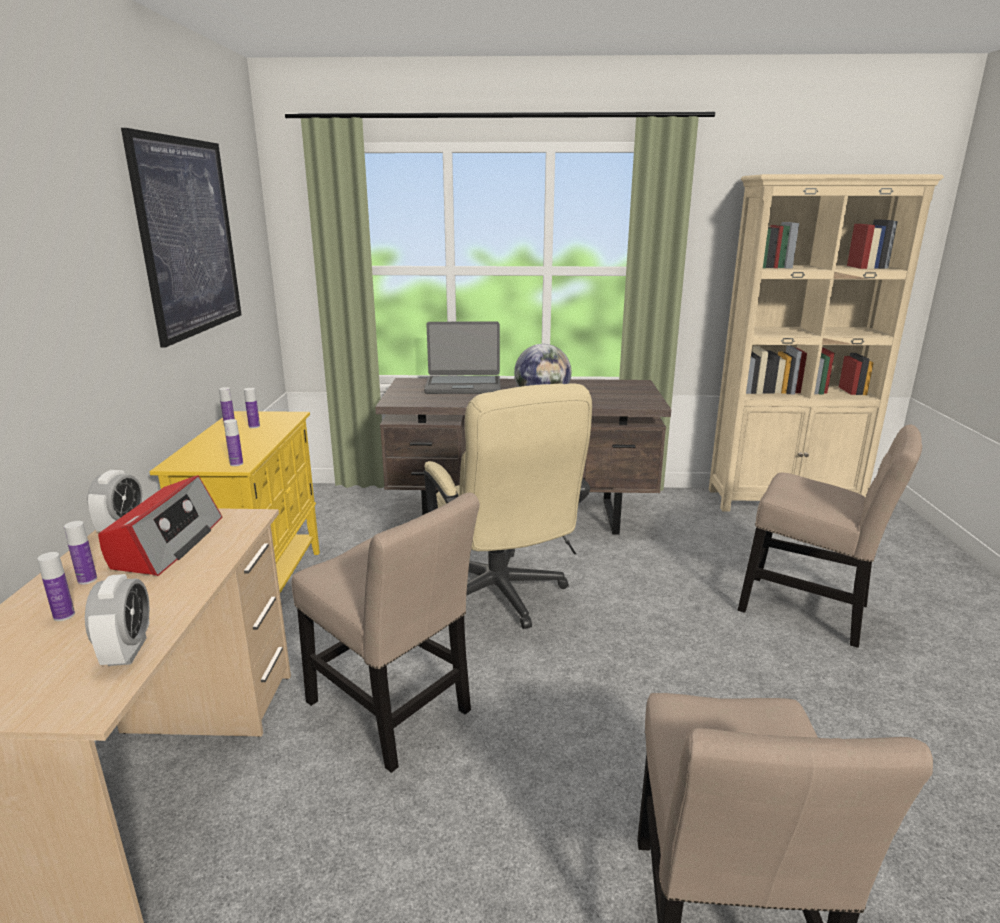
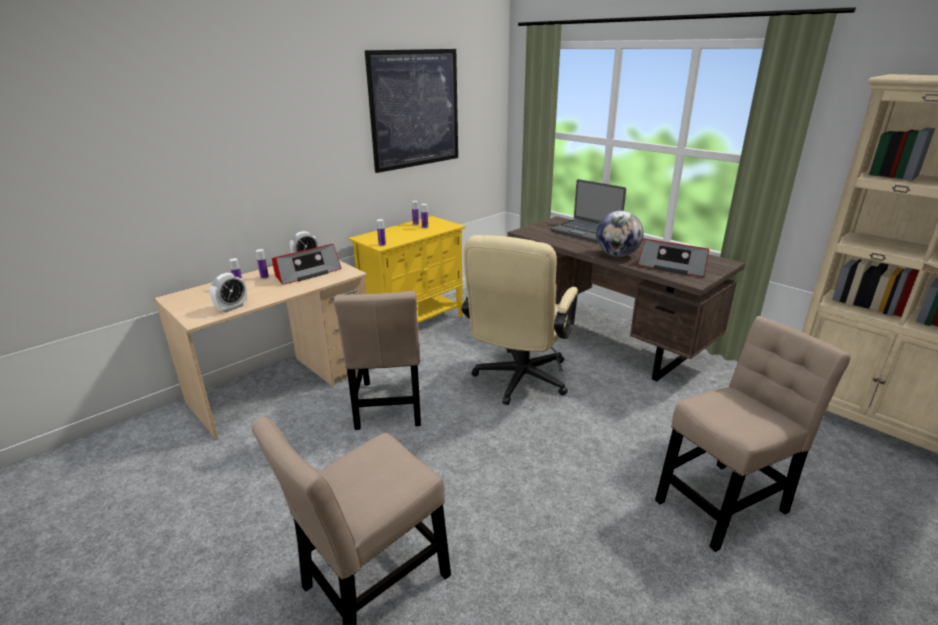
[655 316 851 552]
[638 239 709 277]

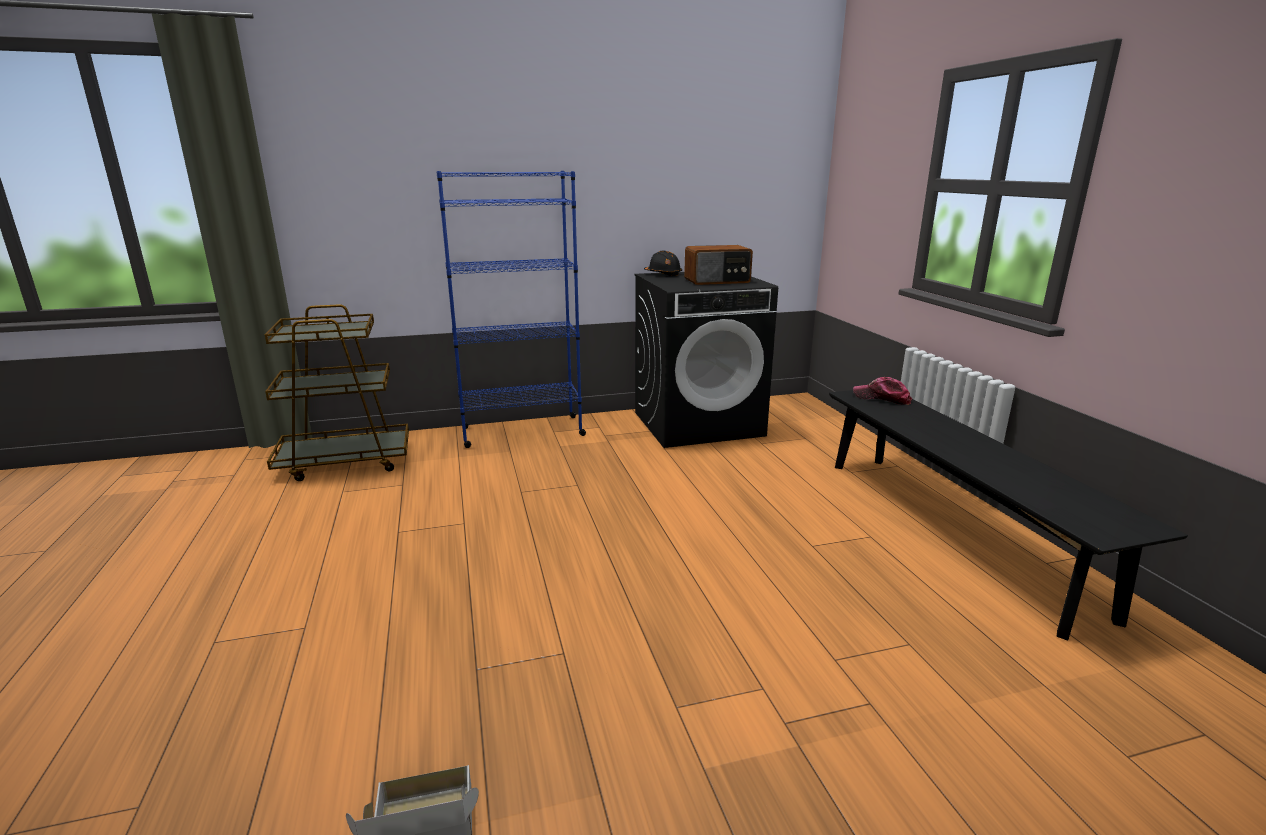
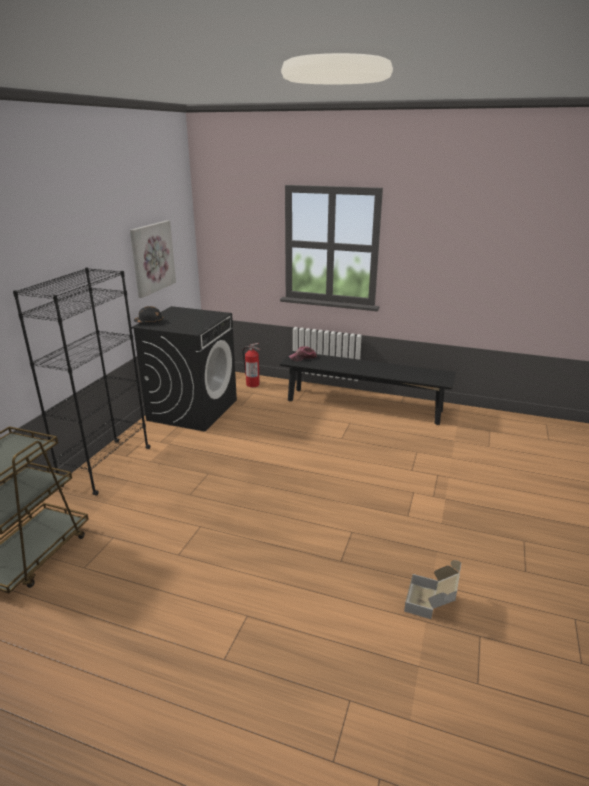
[13 267 151 496]
[684 245 753 285] (first image)
[130 220 176 298]
[242 343 260 387]

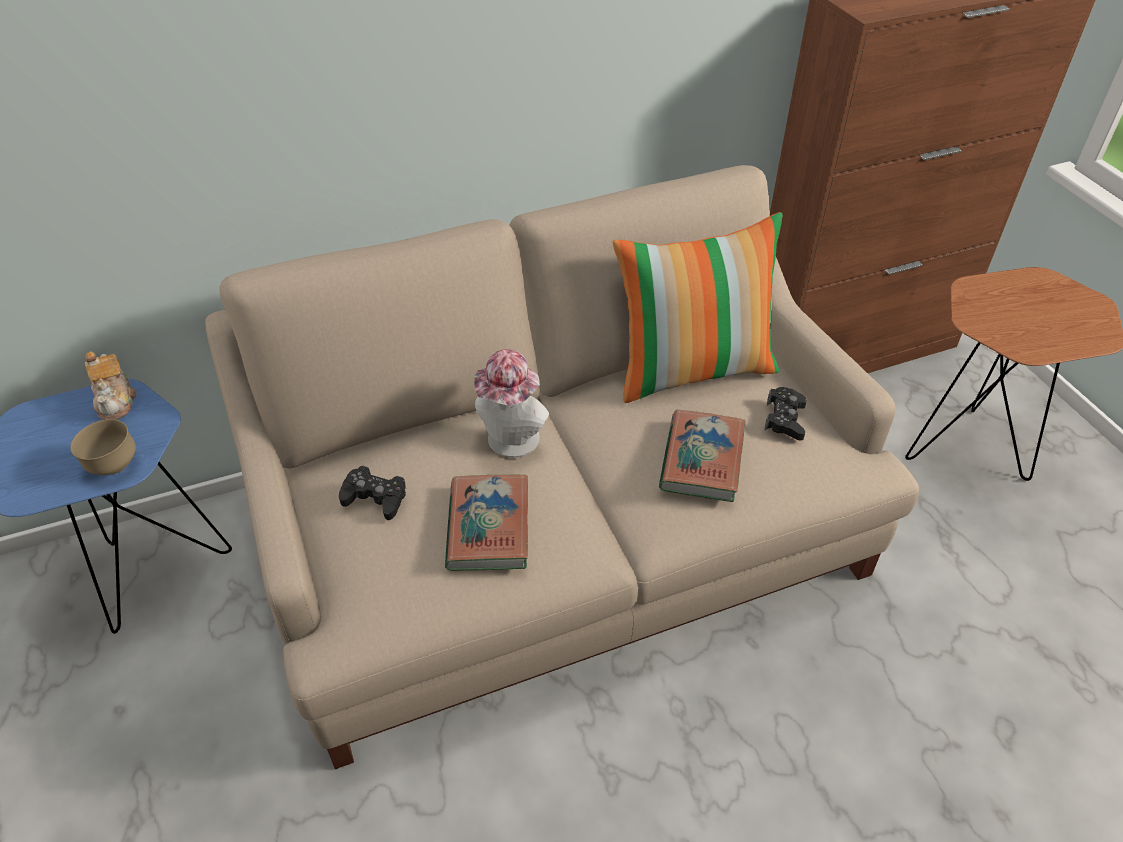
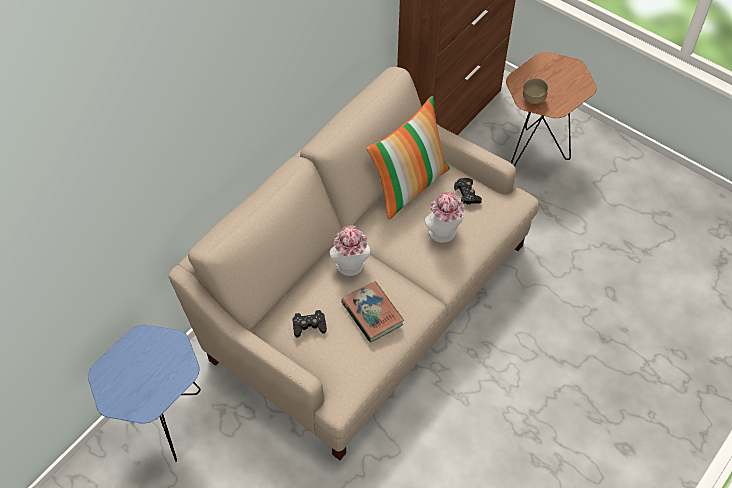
[85 351 136 420] (first image)
[424 192 464 243]
[523 78 548 104]

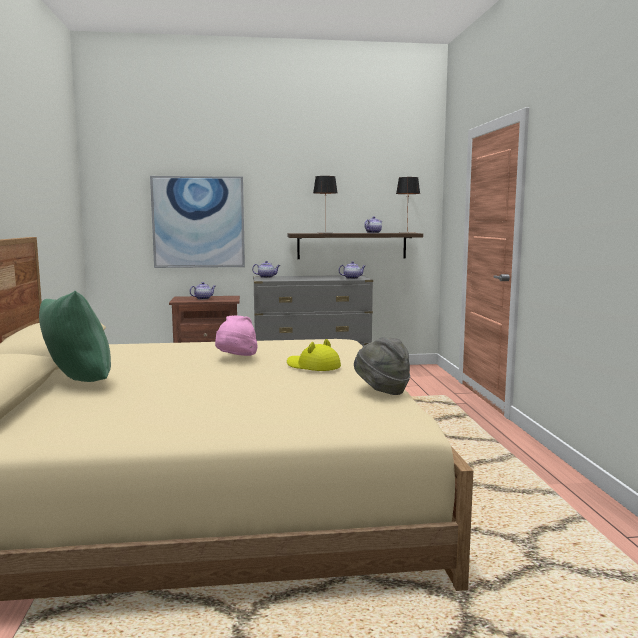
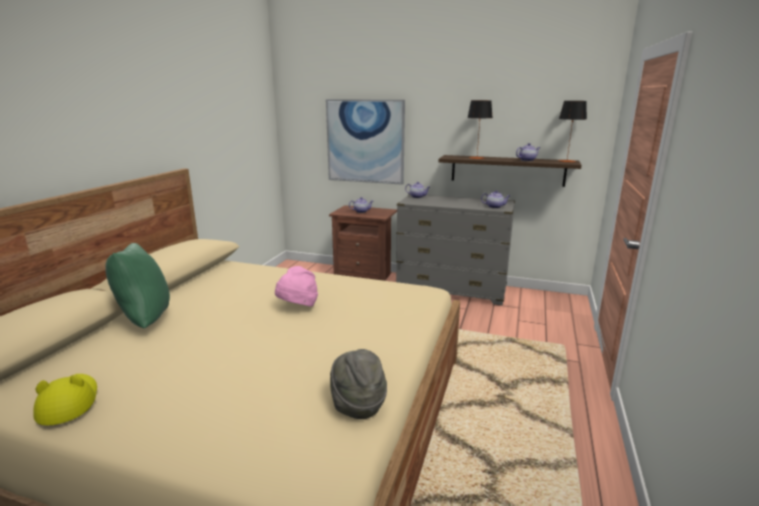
[33 374 97 425]

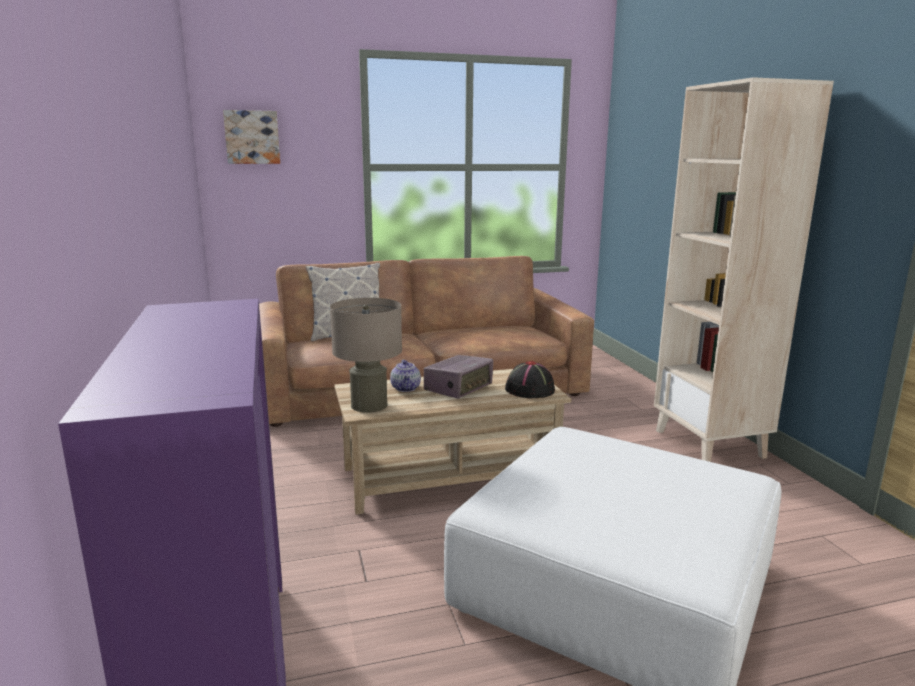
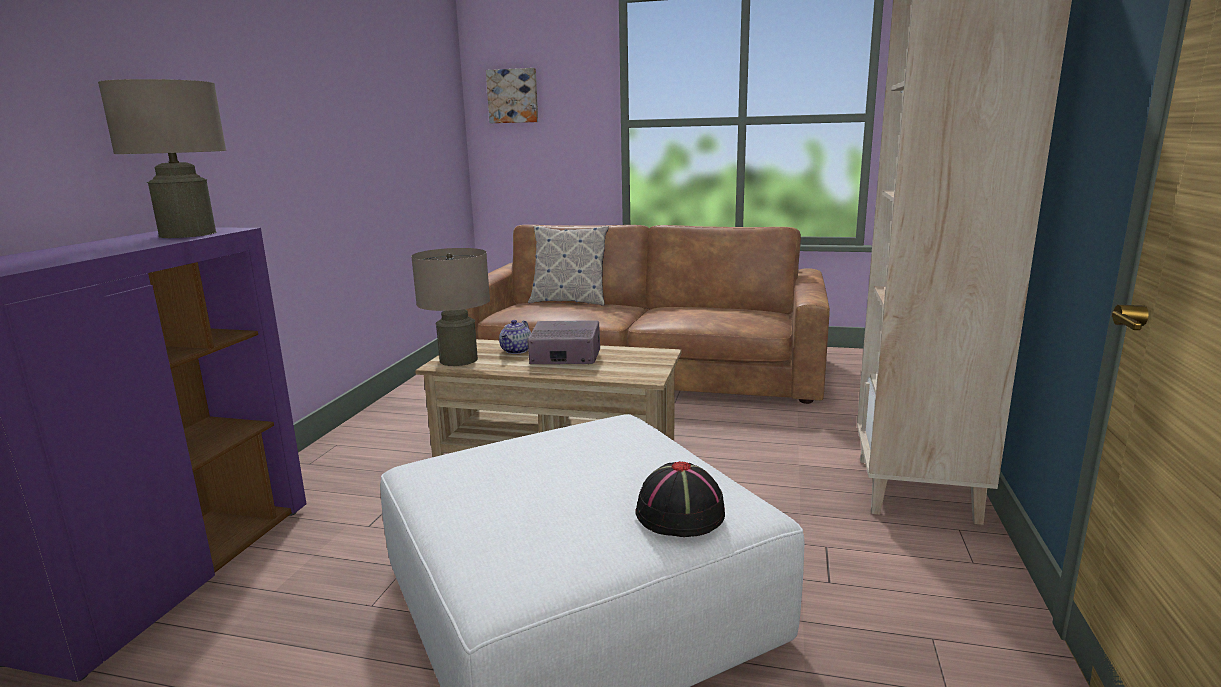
[528 320 600 364]
[635 461 725 537]
[98 79 226 238]

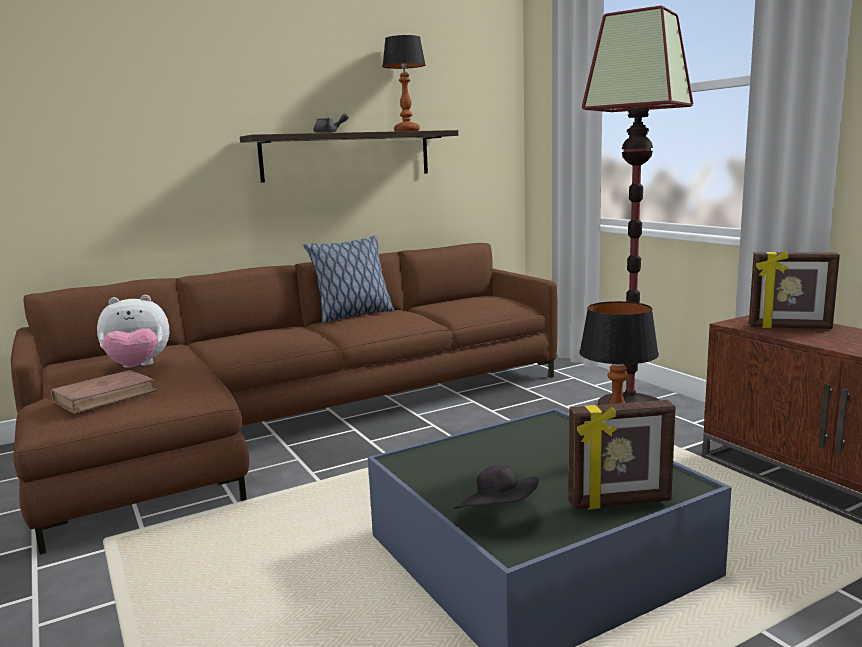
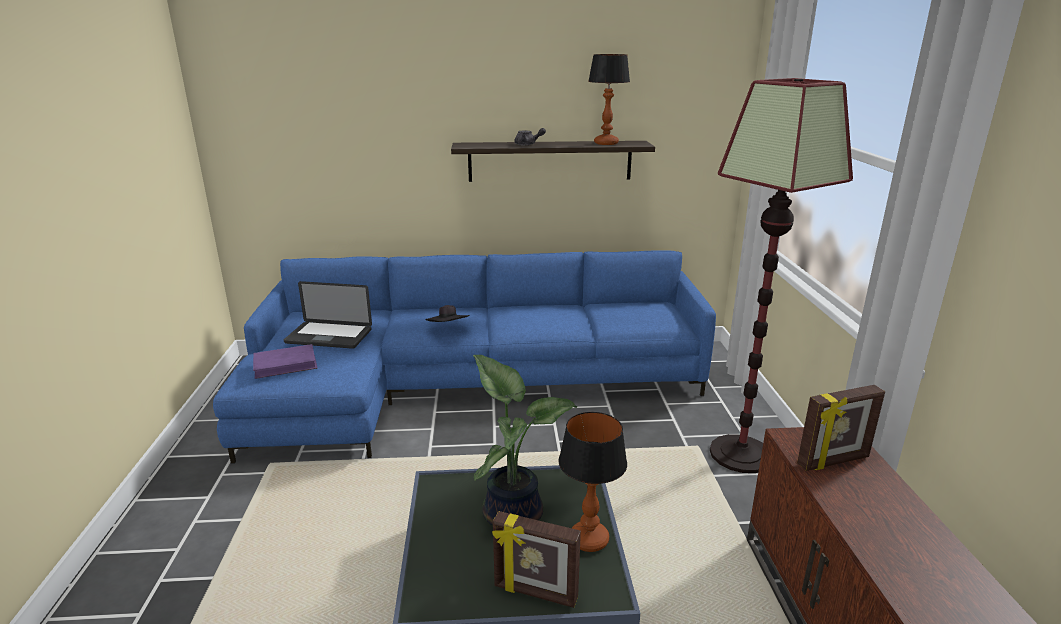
[303 235 394 324] (first image)
[213 250 716 464]
[797 385 885 471]
[284 281 372 349]
[253 344 318 379]
[426 305 470 322]
[473 355 578 526]

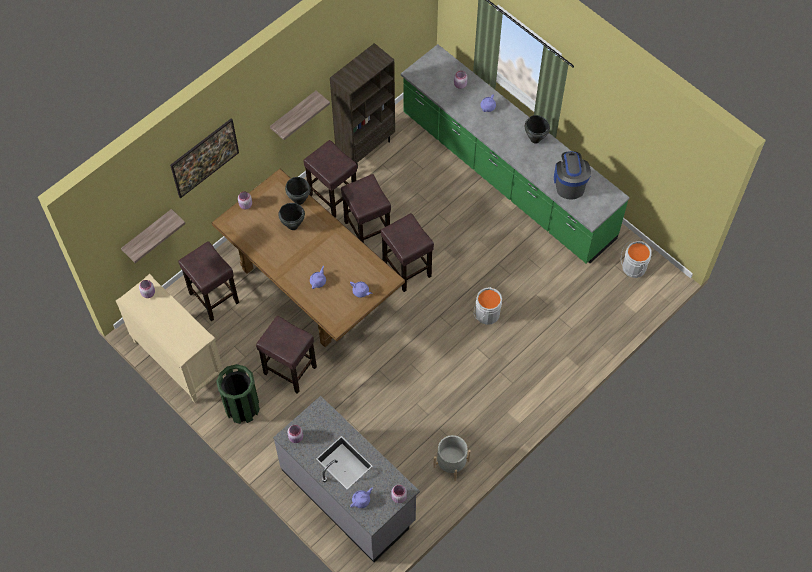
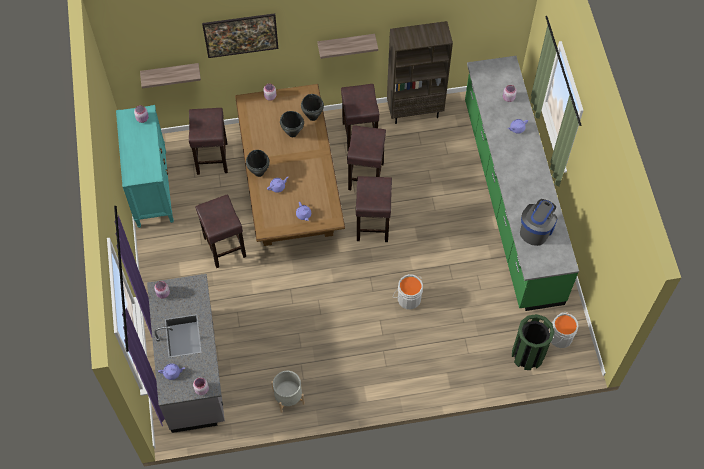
[246 150 270 177]
[116 105 174 228]
[512 314 555 370]

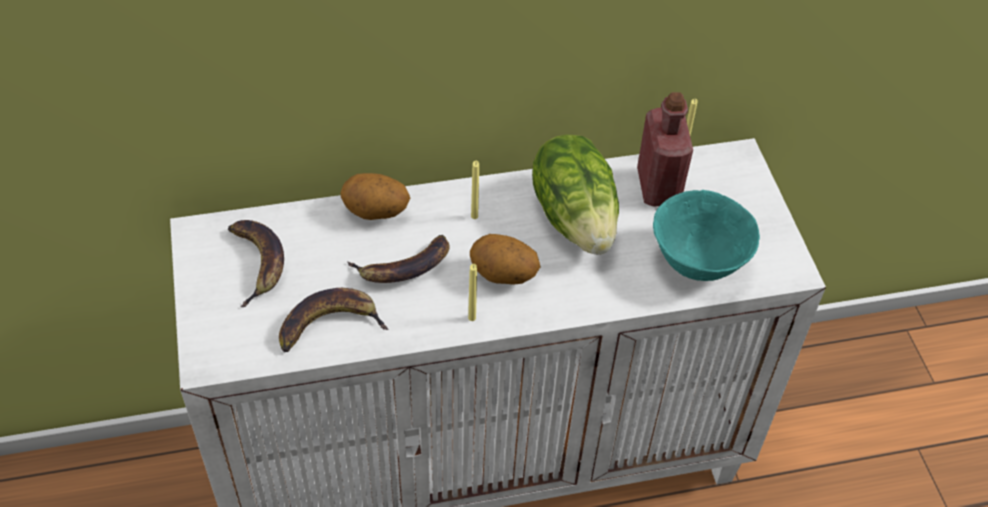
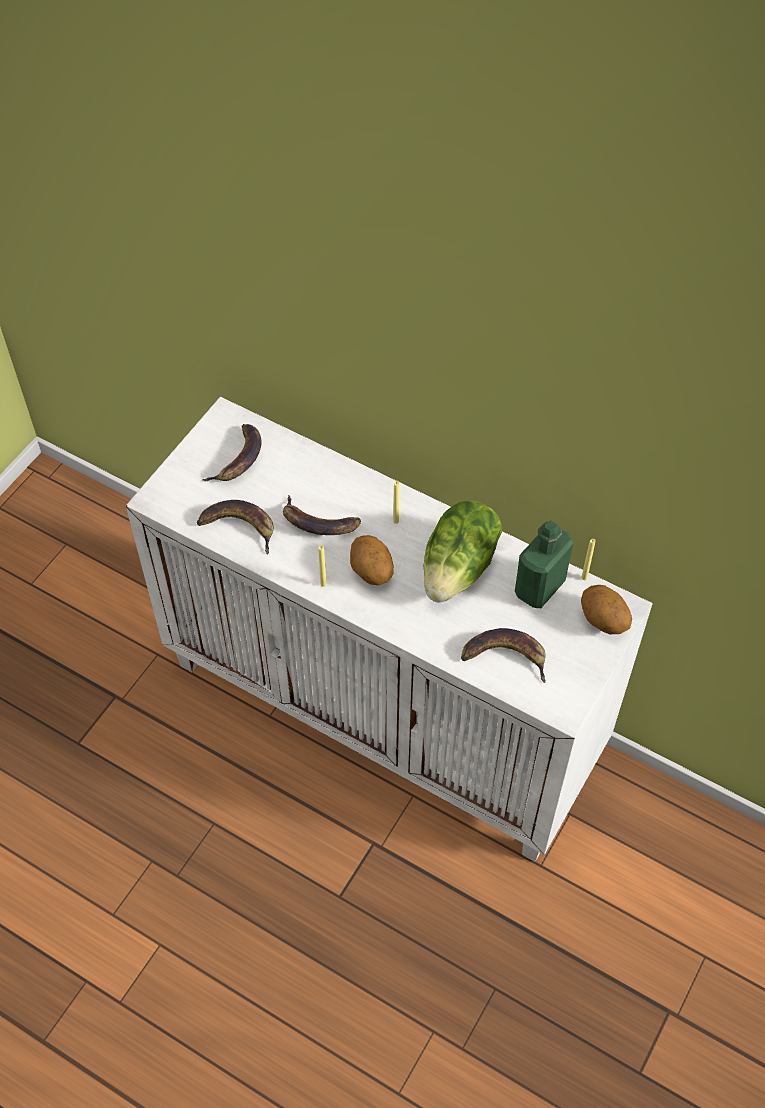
[515 521 574 608]
[581 585 632 634]
[461 628 546 683]

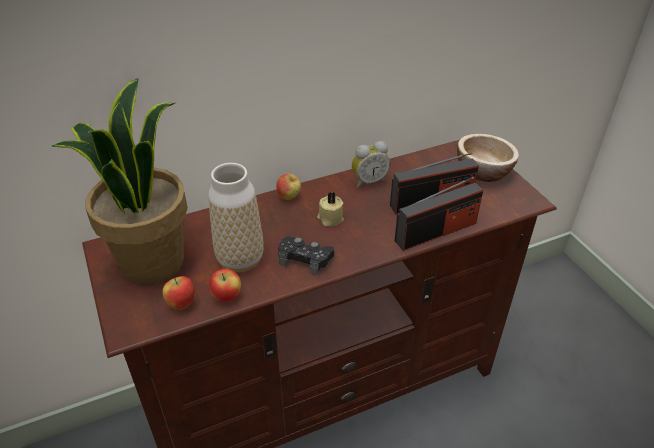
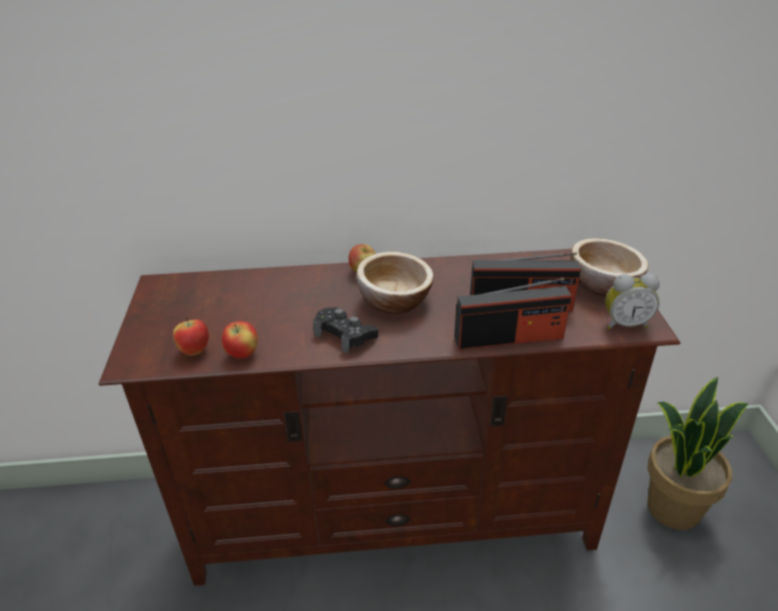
[647 377 749 530]
[605 273 660 330]
[208 163 263 272] (first image)
[357 252 434 314]

